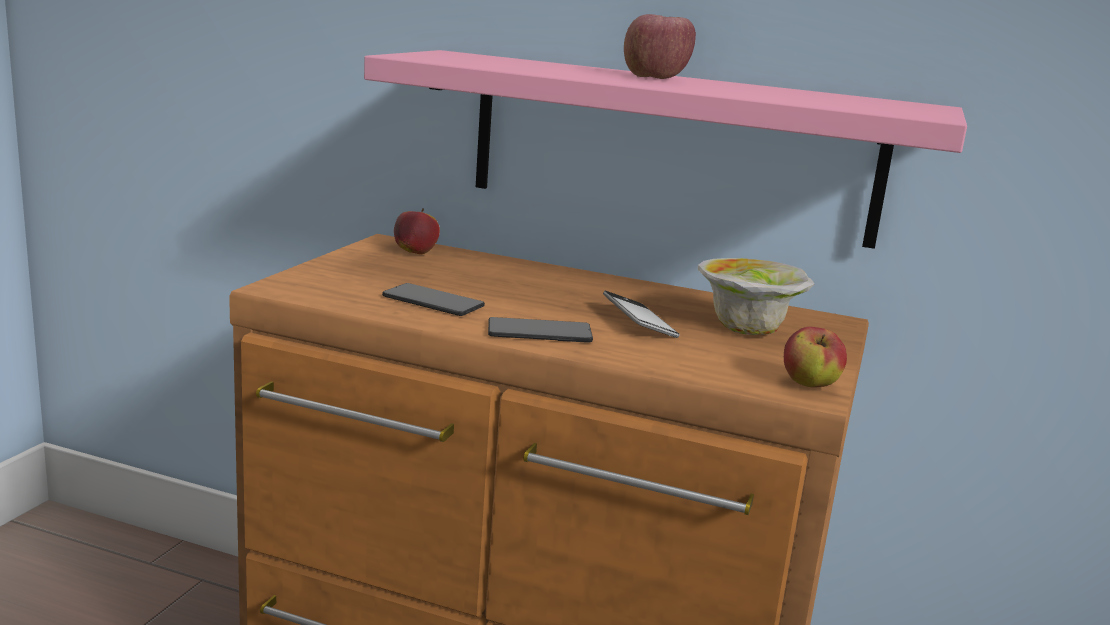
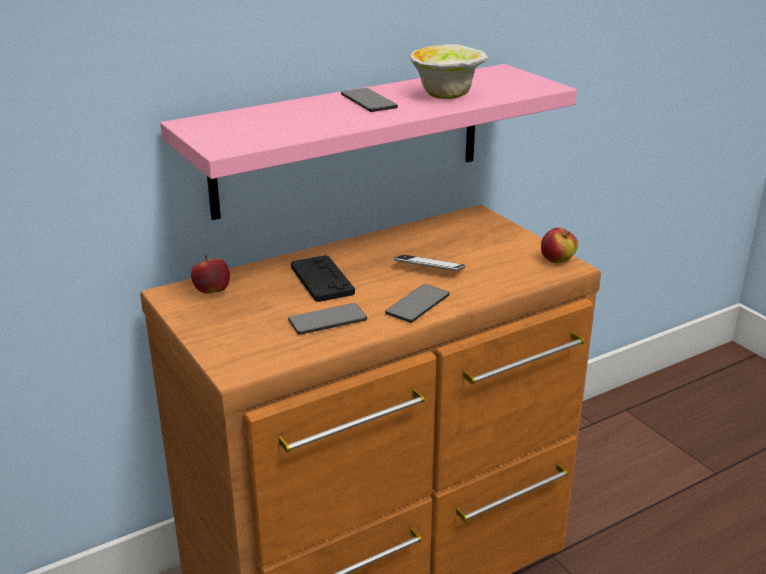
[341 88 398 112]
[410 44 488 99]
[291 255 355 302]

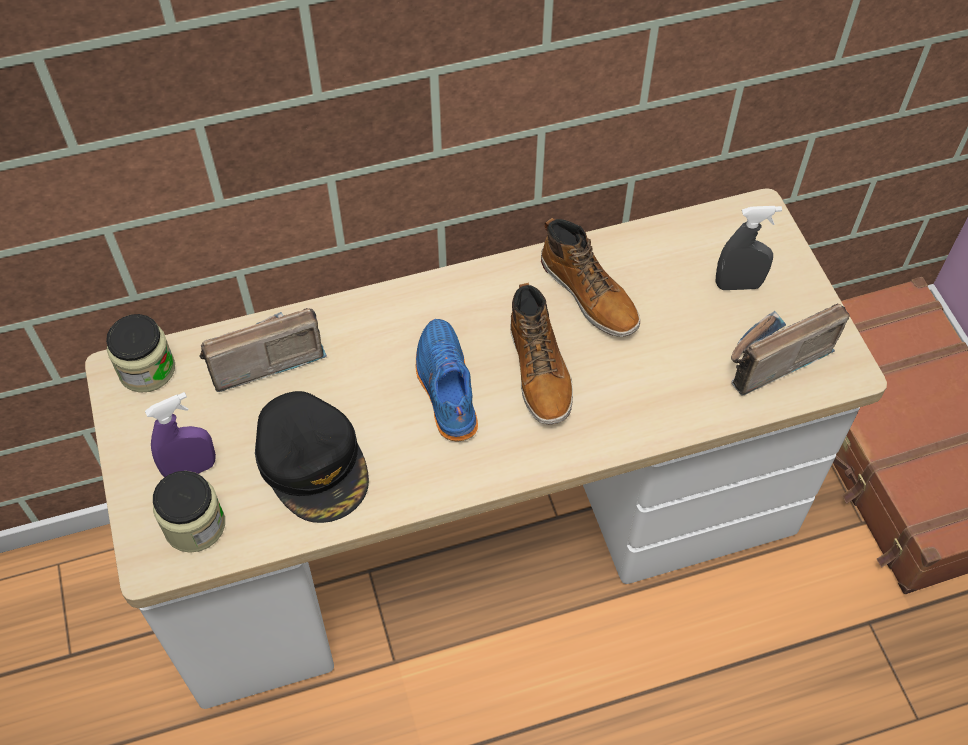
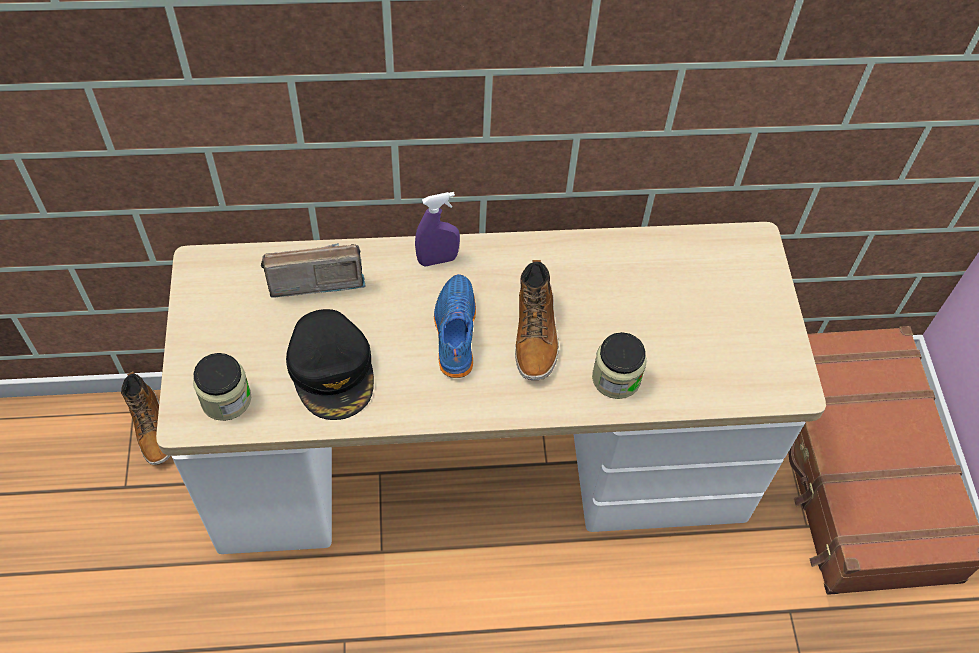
[716 206 782 290] (first image)
[121 372 170 465]
[731 304 850 395] (first image)
[592 332 647 399]
[415 192 460 266]

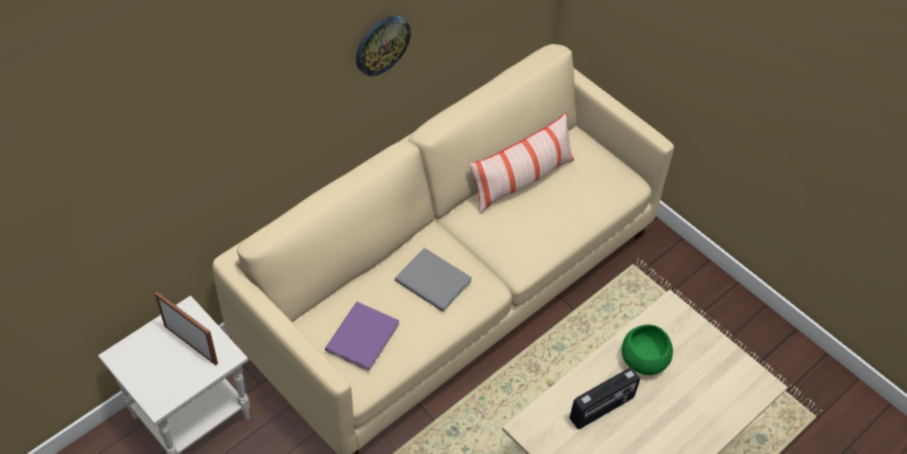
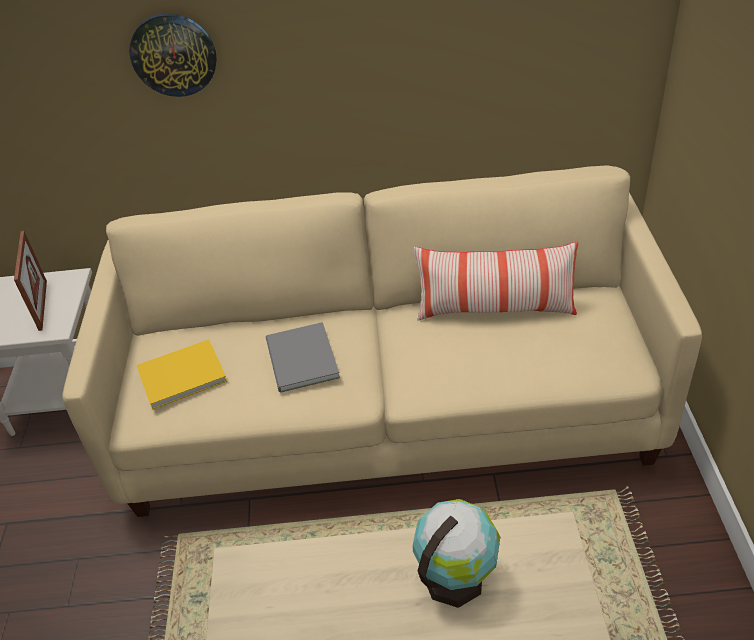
[129 13 217 97]
[137 340 227 409]
[413 499 500 608]
[570 367 640 429] (first image)

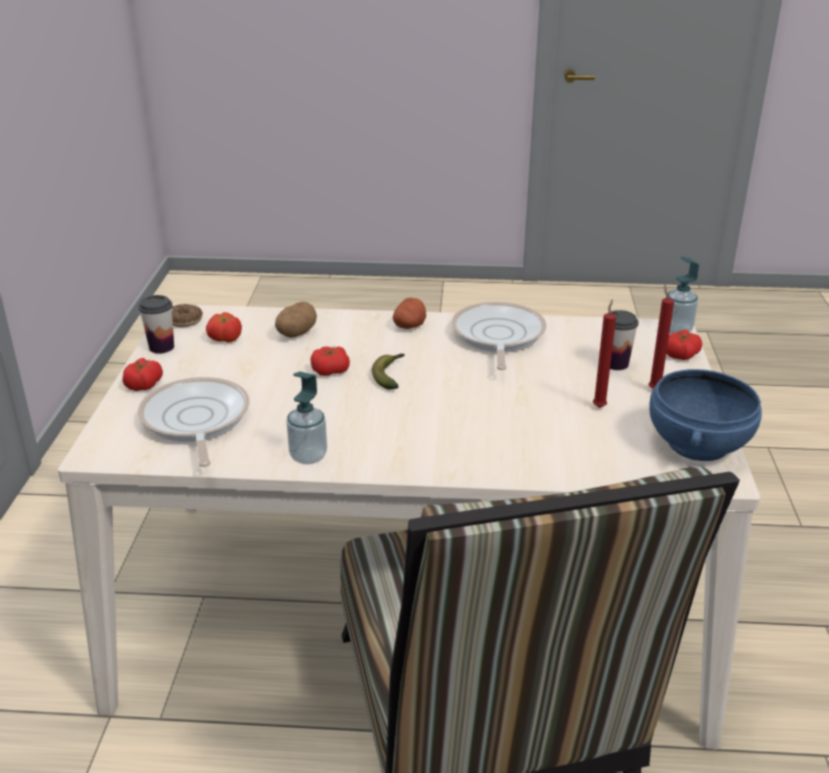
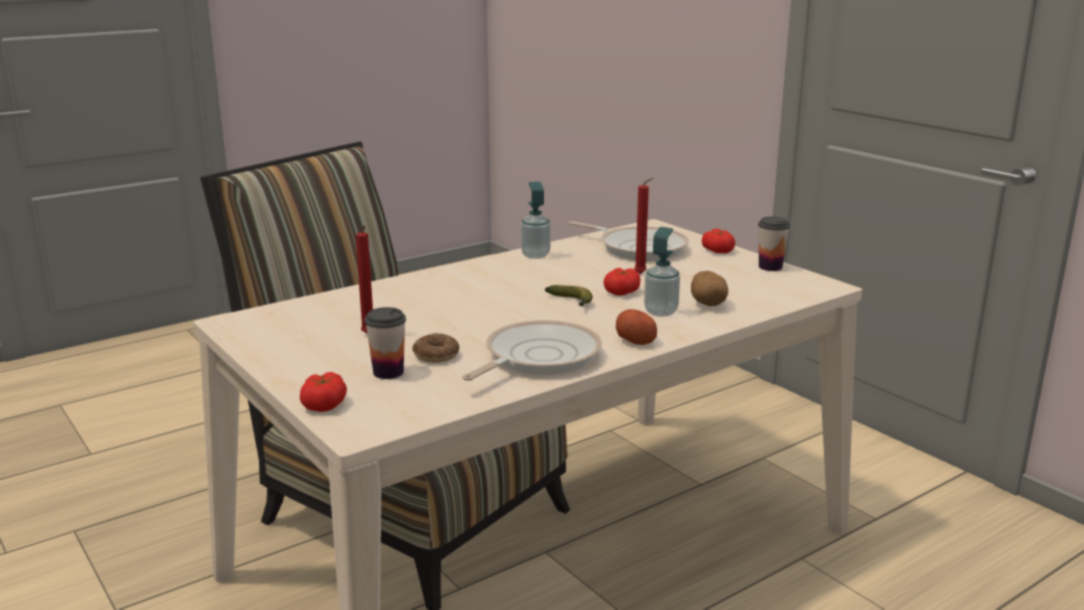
[644 227 680 317]
[634 178 653 274]
[462 320 602 381]
[412 333 459 363]
[206 312 242 343] (first image)
[649 369 762 461] (first image)

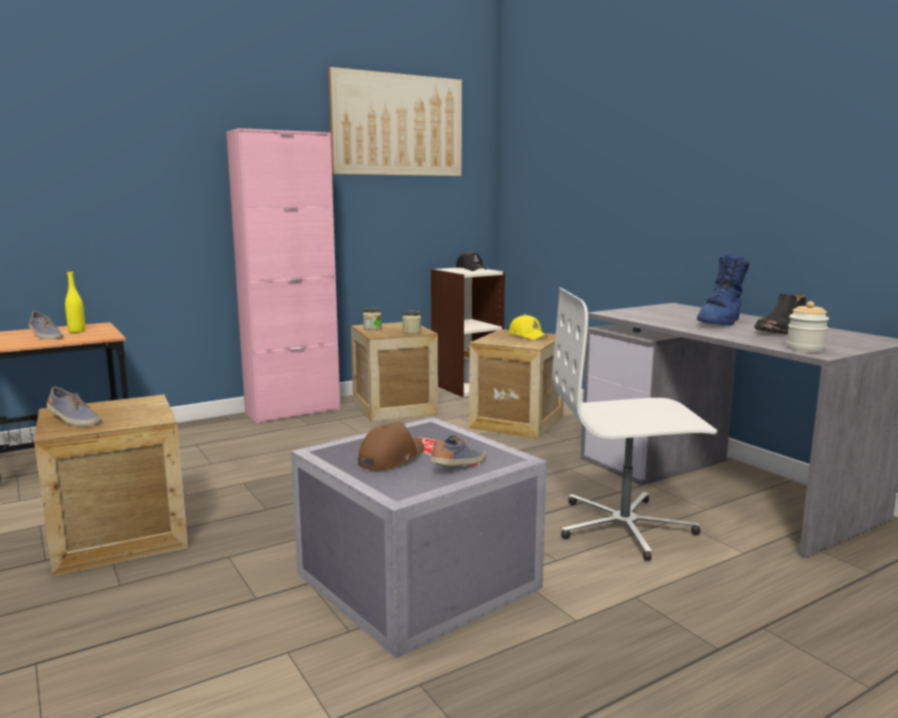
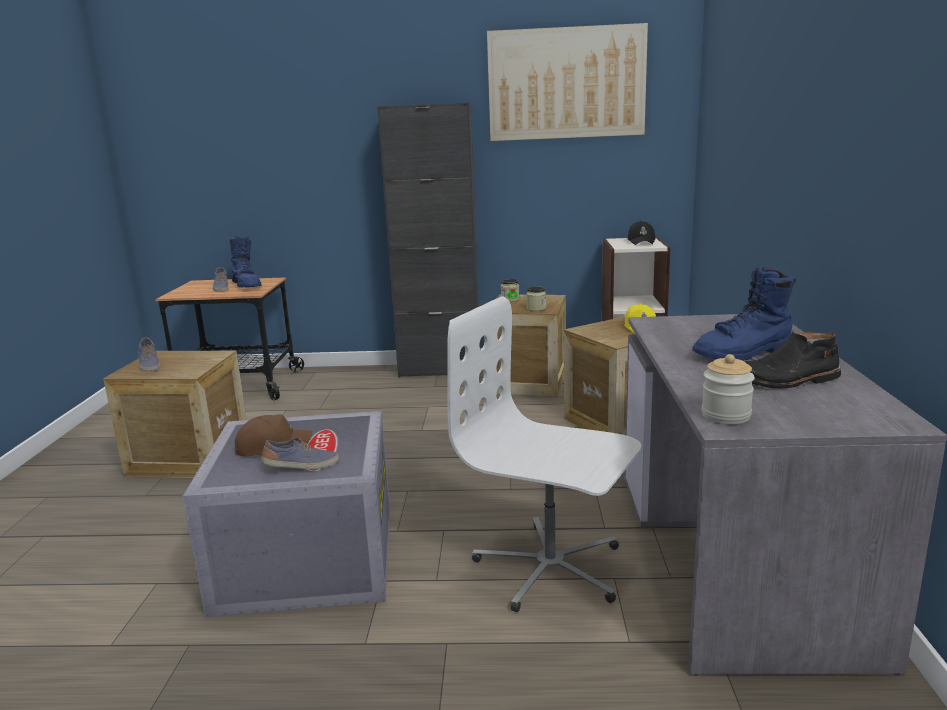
[377 102 481 378]
[230 235 262 287]

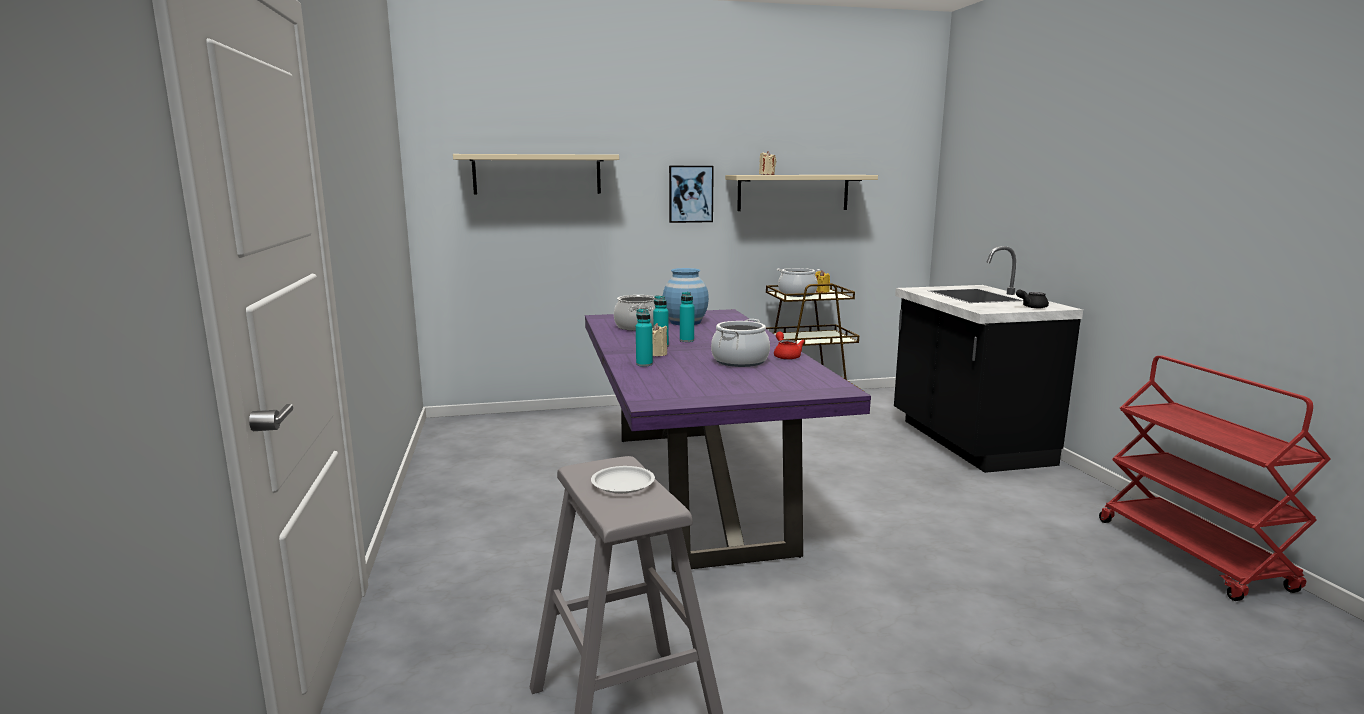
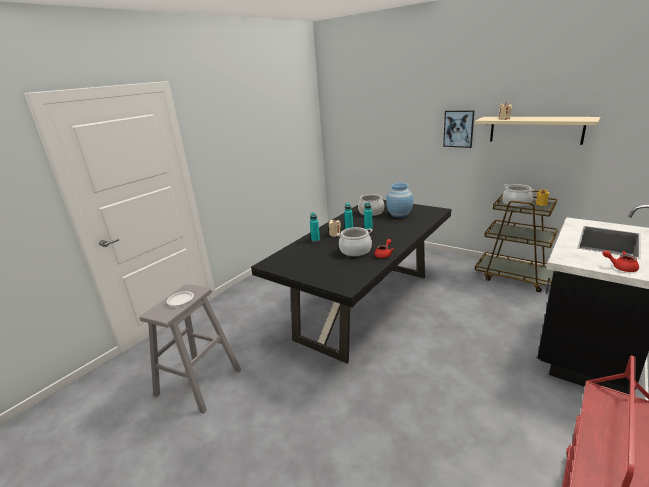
[453 154 619 194] (first image)
[602 250 639 272]
[251 200 451 364]

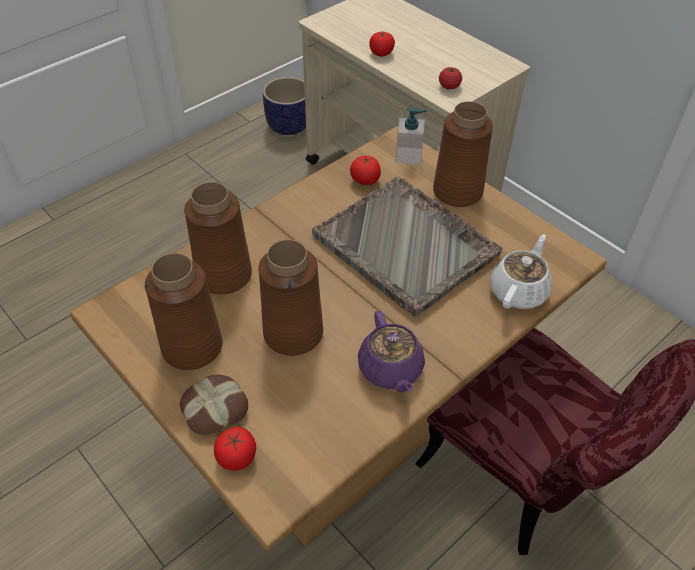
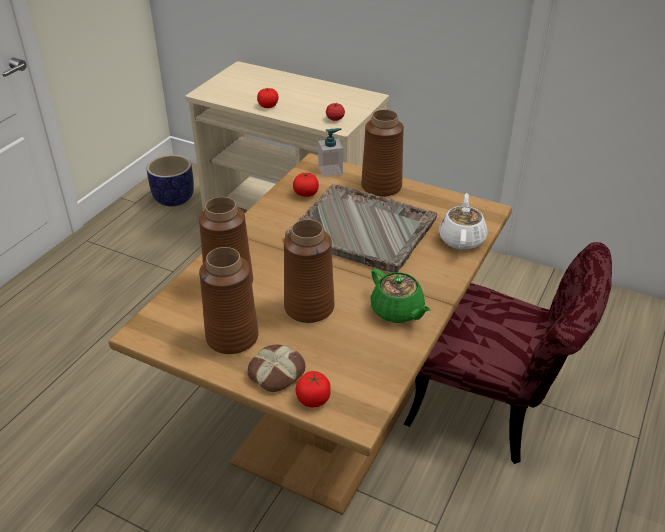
[370 269 431 323]

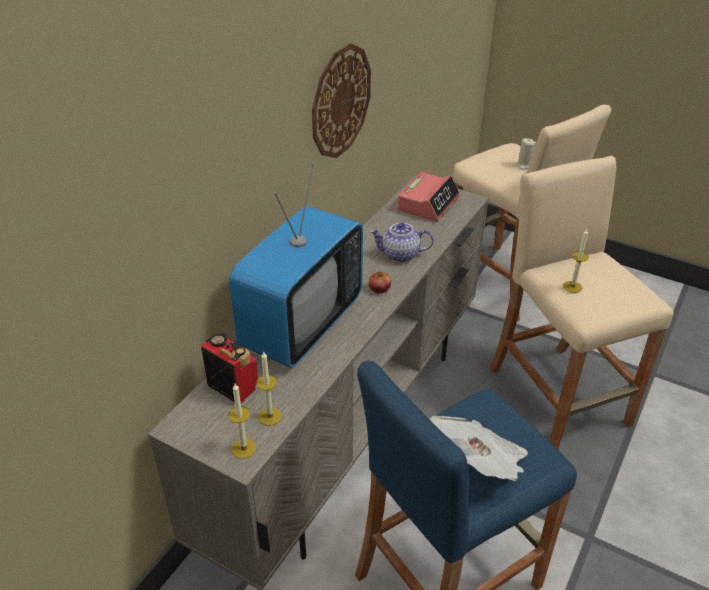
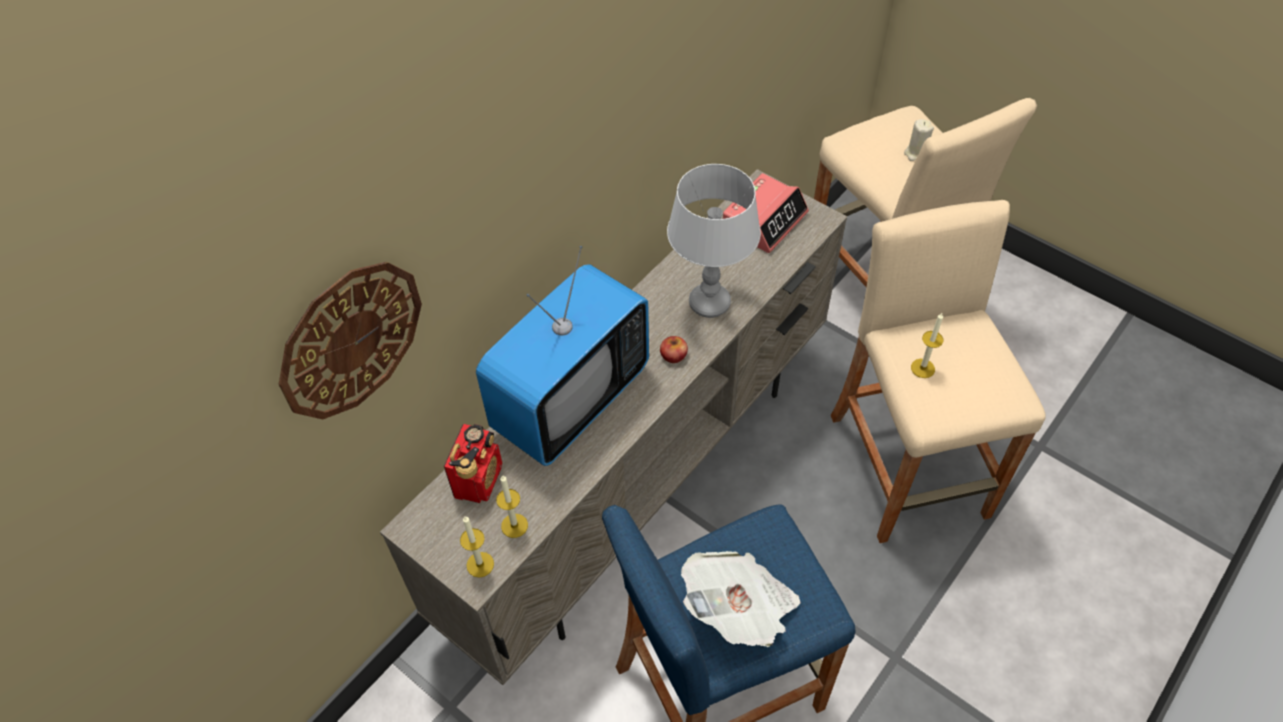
[279 262 422 420]
[667 164 761 318]
[444 424 502 503]

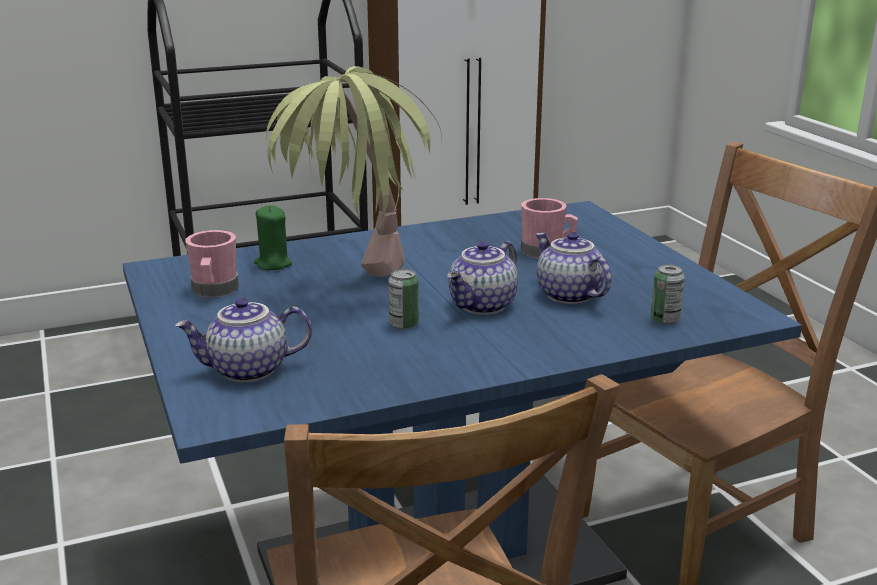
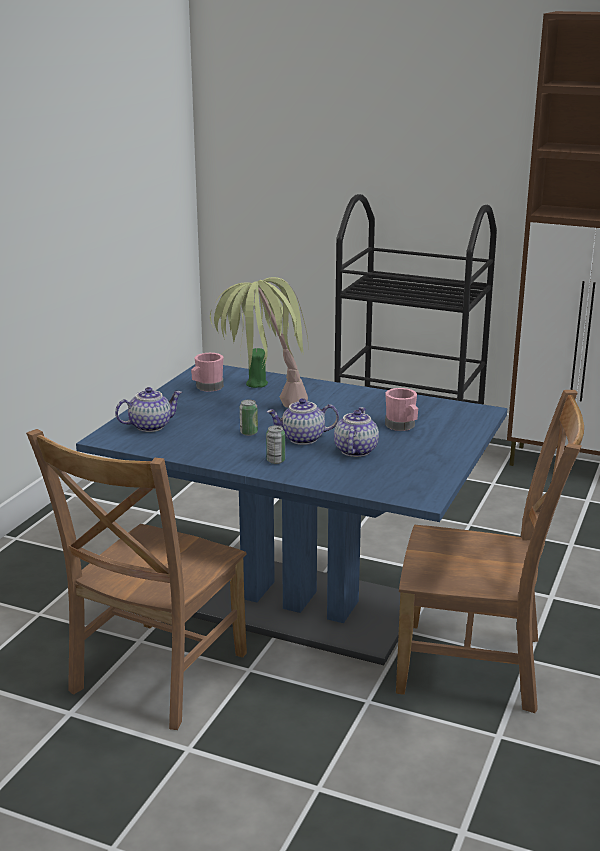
[266 426 285 464]
[115 387 182 432]

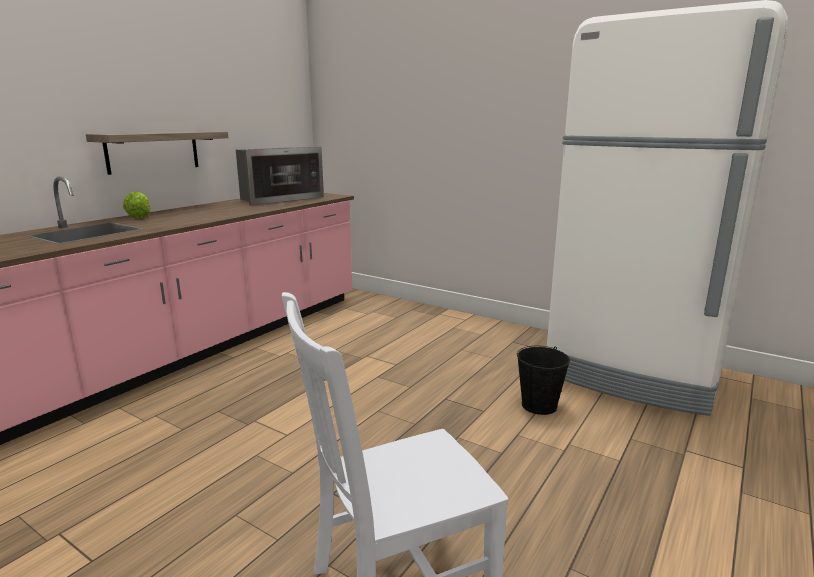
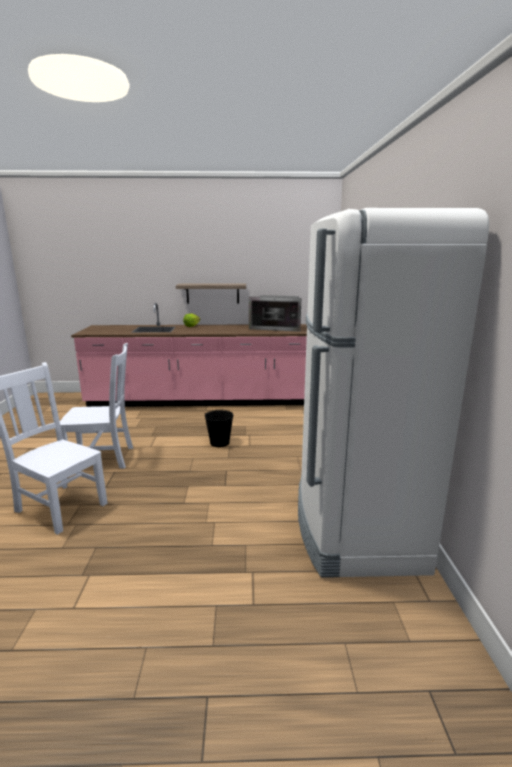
[205 410 234 447]
[60 343 133 469]

